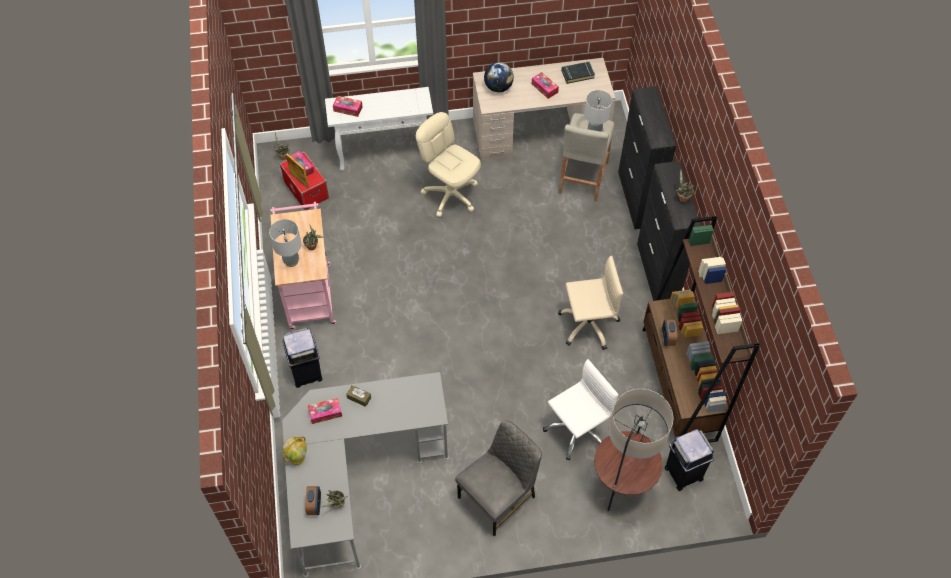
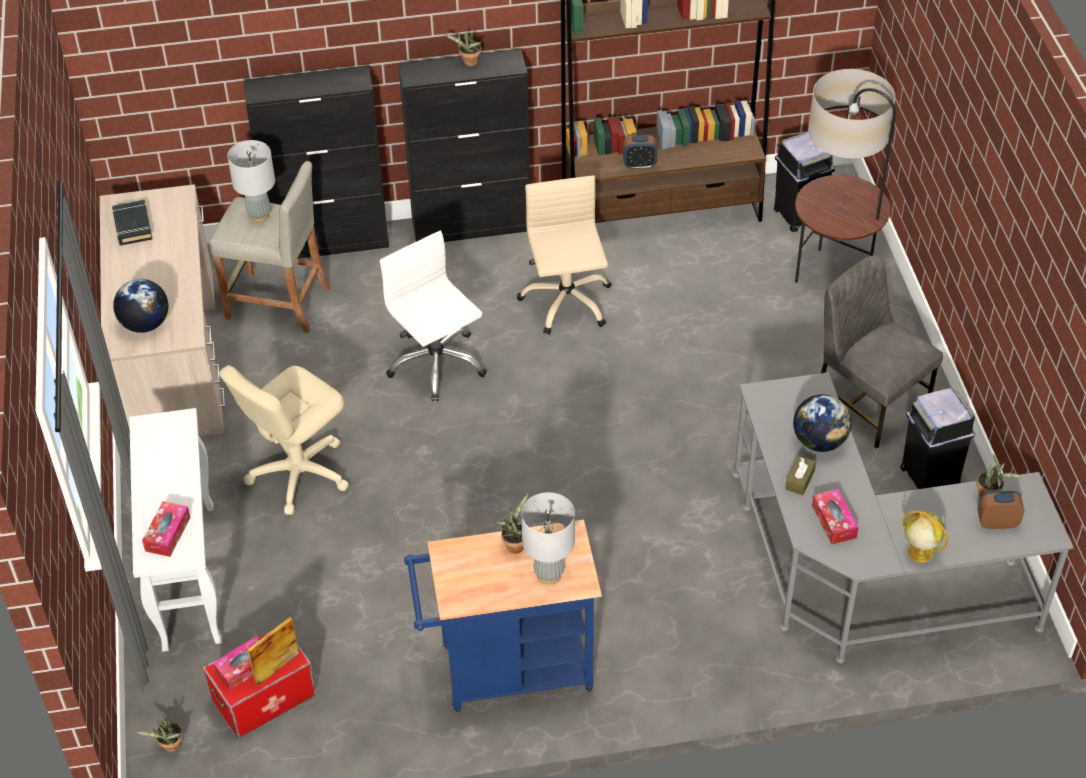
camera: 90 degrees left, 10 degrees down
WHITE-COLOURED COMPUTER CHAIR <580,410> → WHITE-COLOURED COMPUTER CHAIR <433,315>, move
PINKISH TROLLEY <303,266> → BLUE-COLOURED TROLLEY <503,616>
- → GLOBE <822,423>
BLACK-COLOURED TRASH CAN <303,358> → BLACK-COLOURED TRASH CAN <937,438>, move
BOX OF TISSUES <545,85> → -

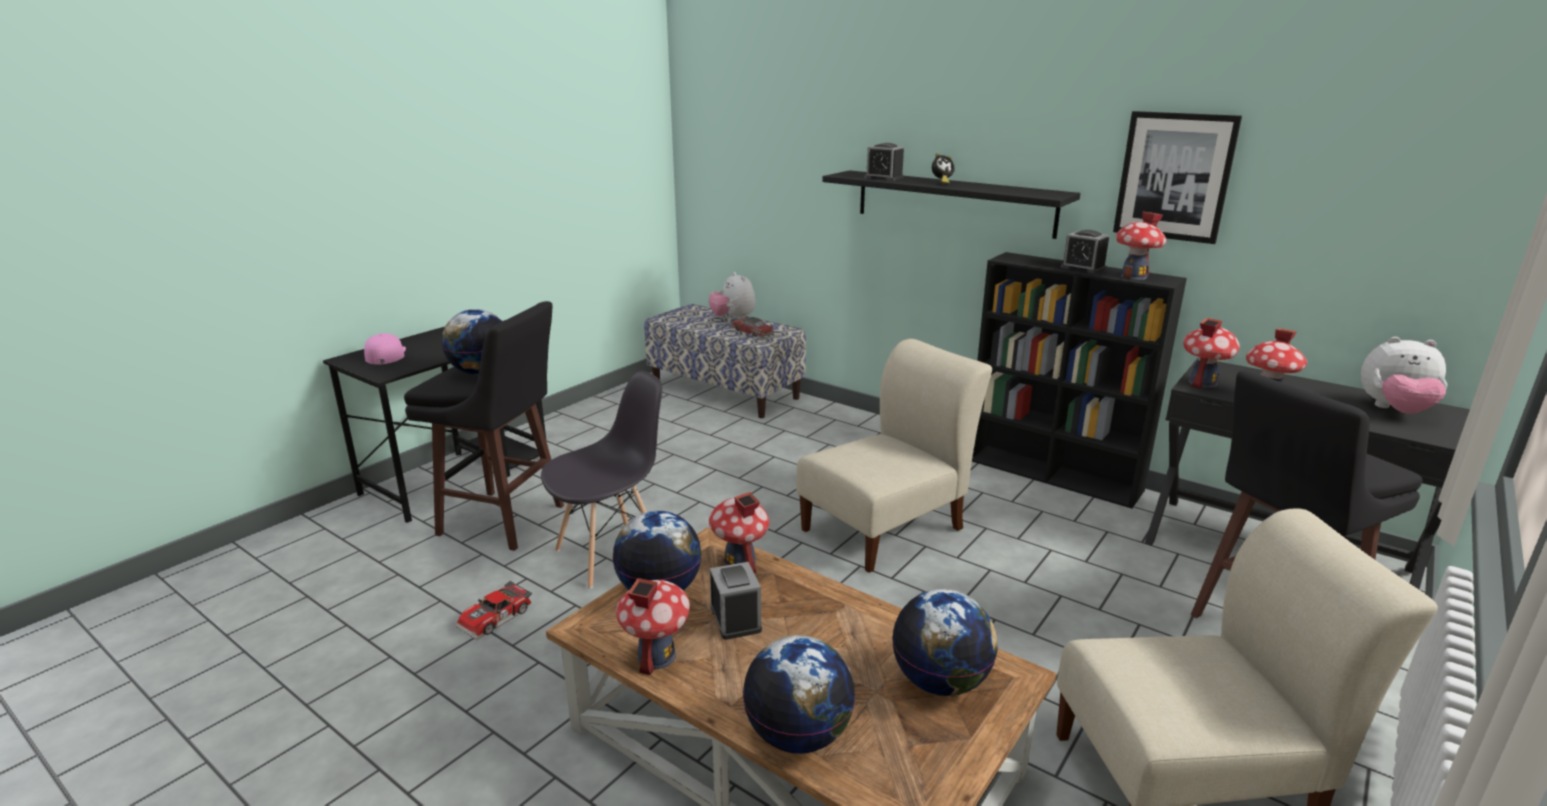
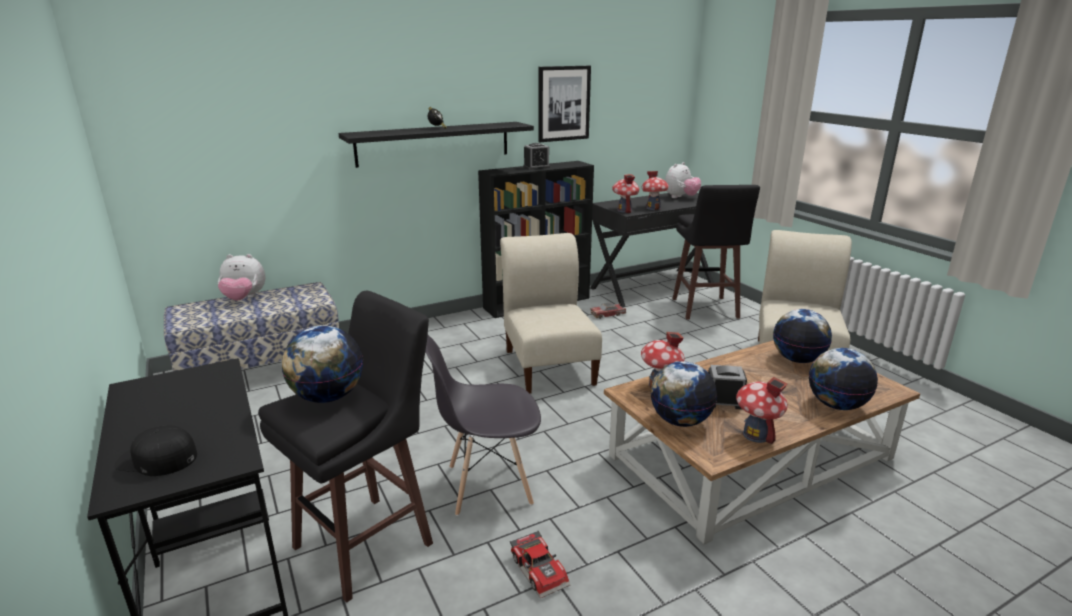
camera: 65 degrees left, 0 degrees up
PINKISH BASEBALL CAP <385,348> → BLACK-COLOURED BASEBALL CAP <155,450>
GRAY PLAIN CHAIR <602,479> → GRAY PLAIN CHAIR <483,426>, 90 degrees counterclockwise
MINIATURE CAR <753,327> → MINIATURE CAR <608,311>, move
TABLE CLOCK <884,162> → -
MINIATURE HOUSE <1141,246> → -

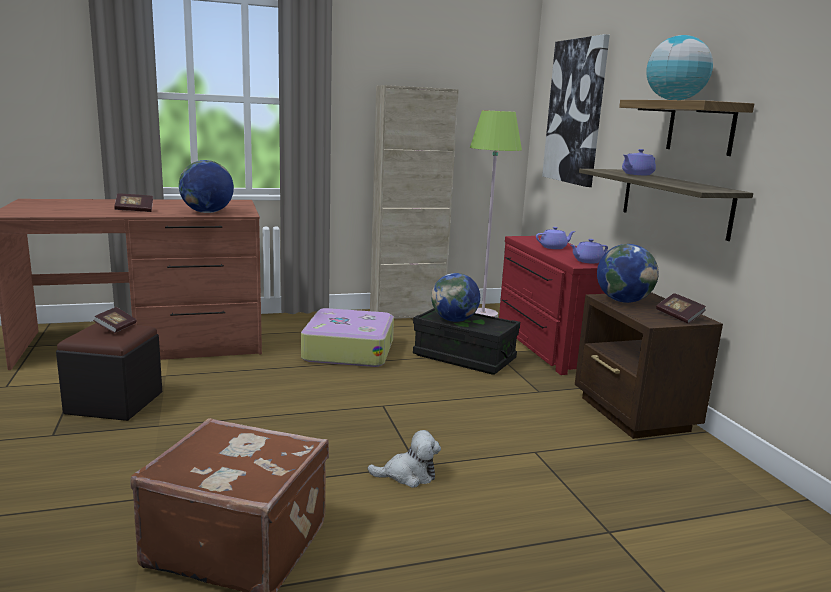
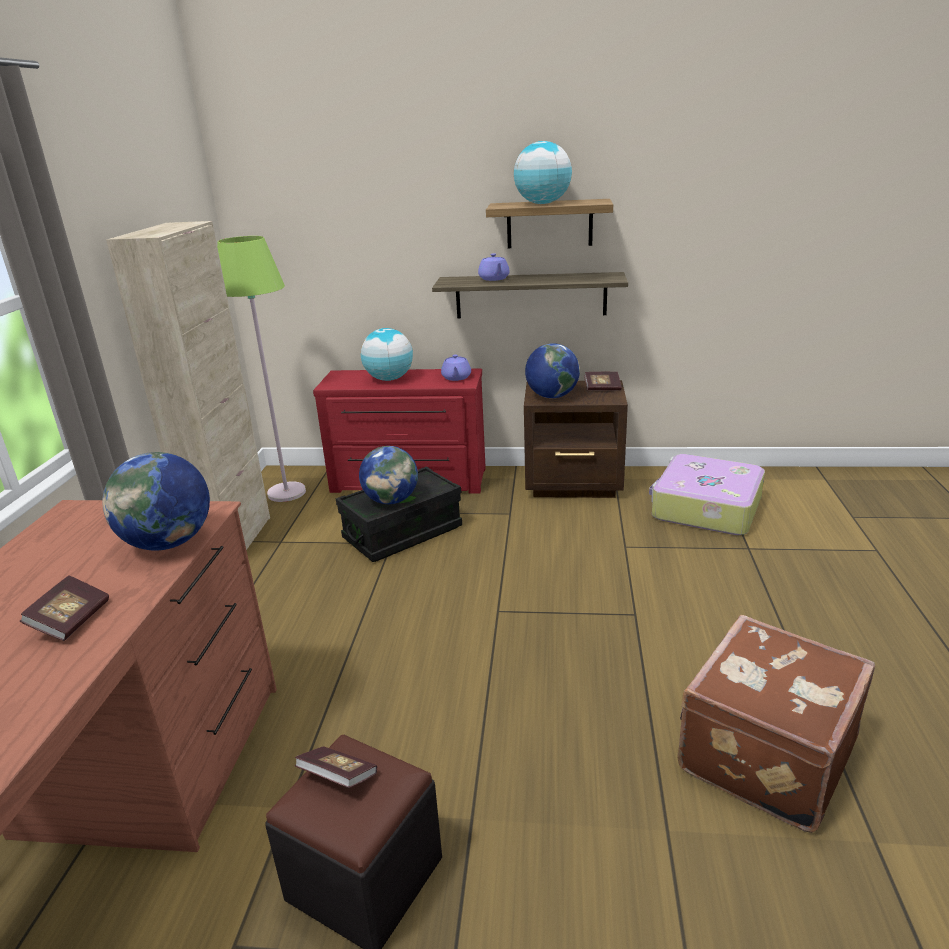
camera: 65 degrees left, 10 degrees up
PURPLE-COLOURED POT FOR TEA <556,238> → GLOBE <387,354>
PIECE OF LUGGAGE <347,337> → PIECE OF LUGGAGE <707,494>, move
SOFT TOY <404,459> → -
PICTURE <576,110> → -

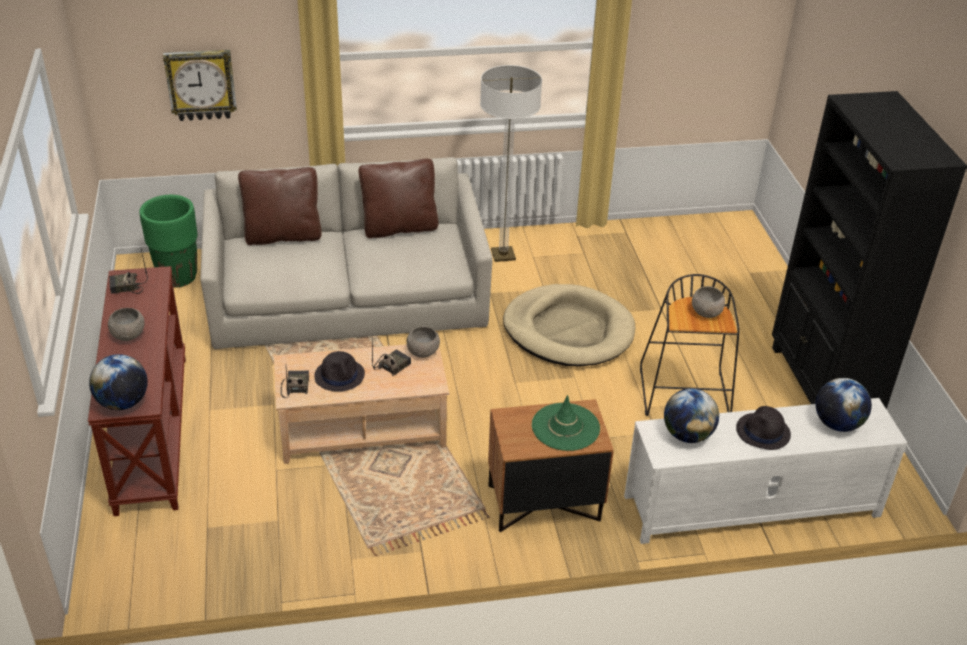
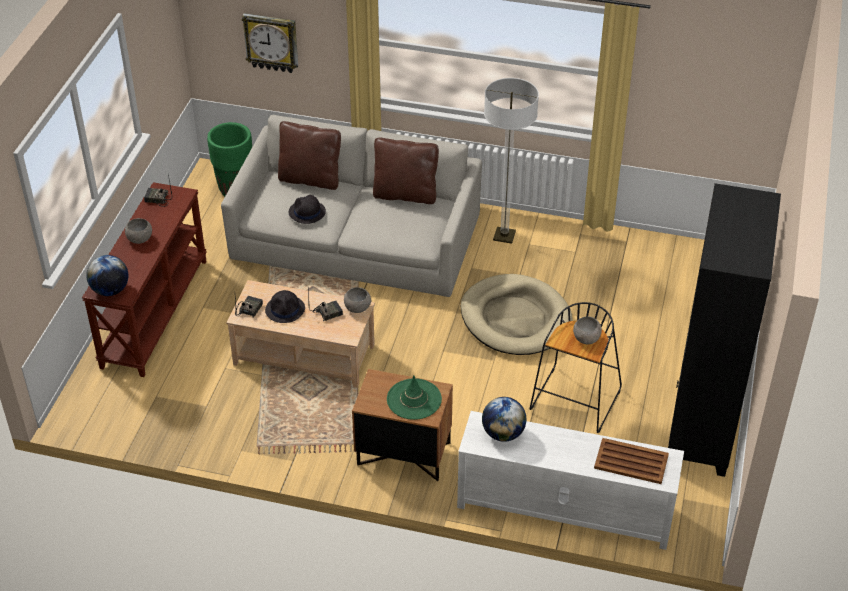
camera: 25 degrees right, 5 degrees up
BLACK-COLOURED WEARABLE HAT <763,428> → BLACK-COLOURED WEARABLE HAT <307,209>, move
GLOBE <844,405> → BROWNISH SERVING TRAY <631,461>

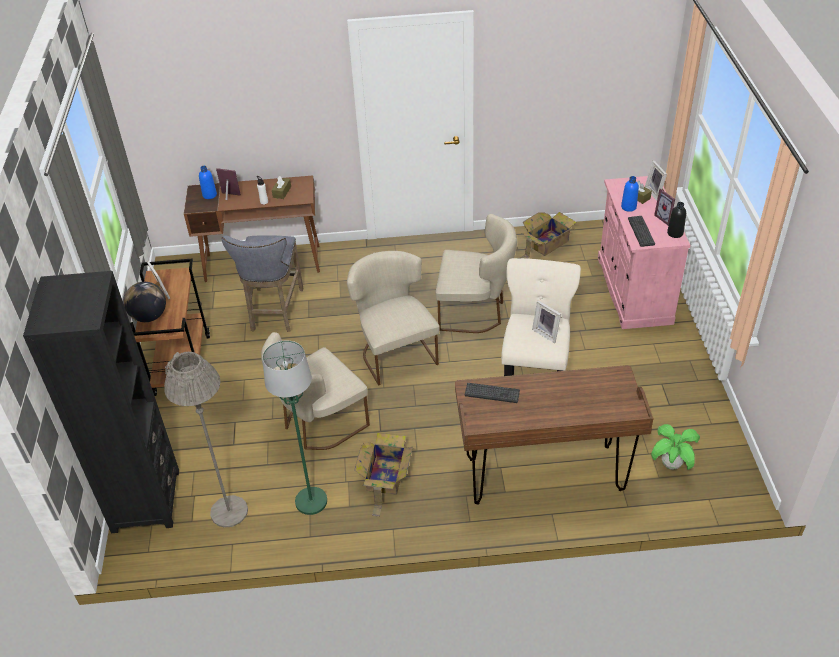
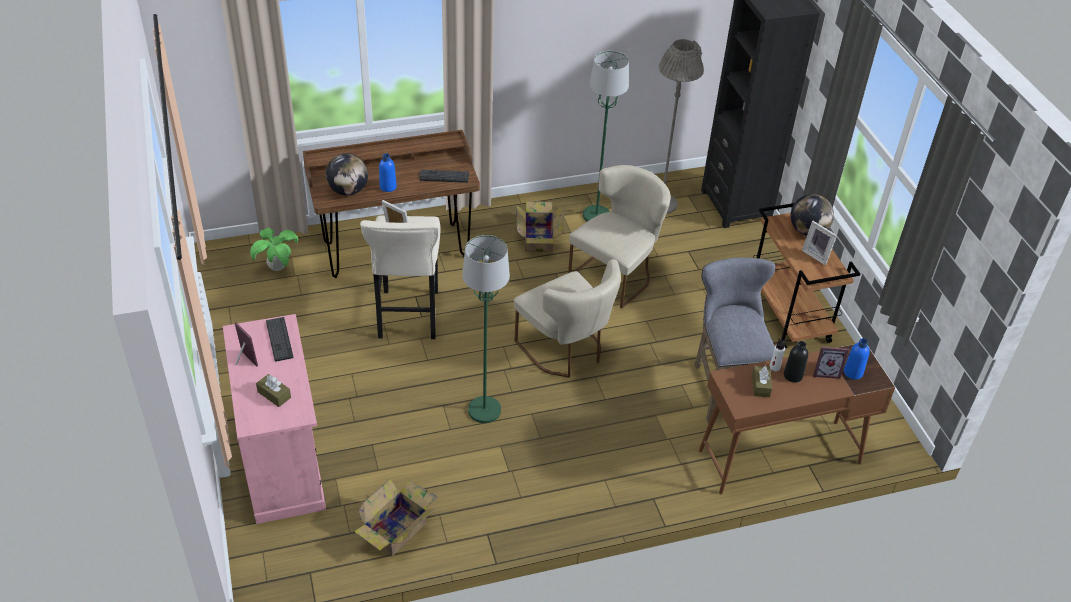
camera: 165 degrees right, 0 degrees up
- → GLOBE <347,174>
BLUE-COLOURED DRINK BOTTLE <630,194> → BLUE-COLOURED DRINK BOTTLE <388,173>, move
BEIGE-COLOURED PLAIN CHAIR <476,273> → GREEN STANDING LAMP <486,329>
BLACK-COLOURED DRINK BOTTLE <676,220> → BLACK-COLOURED DRINK BOTTLE <796,362>, move
PHOTO FRAME <656,180> → -

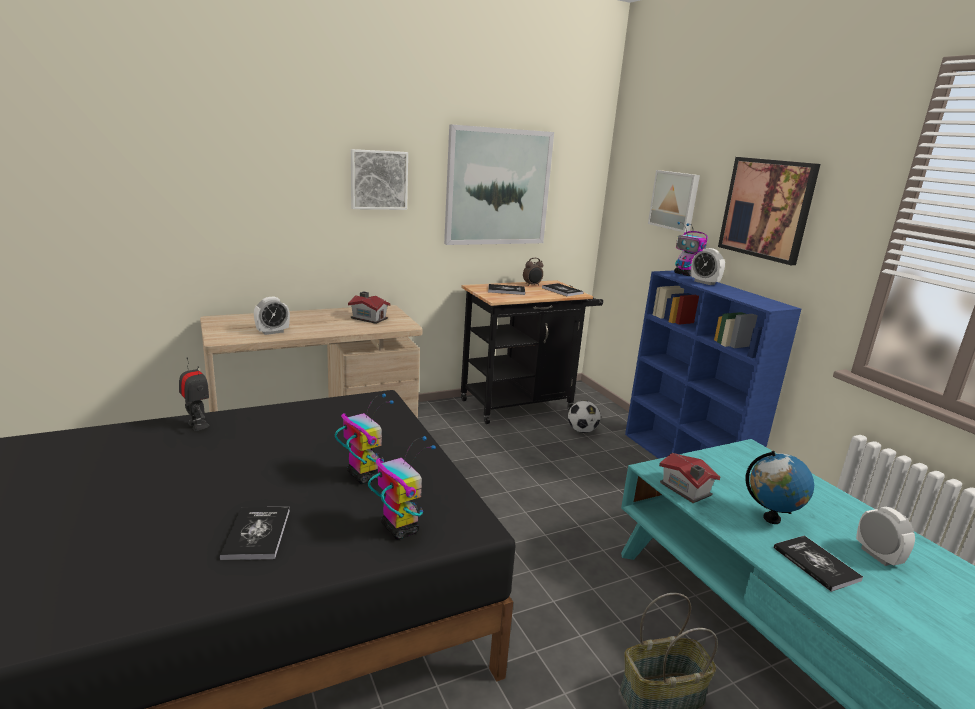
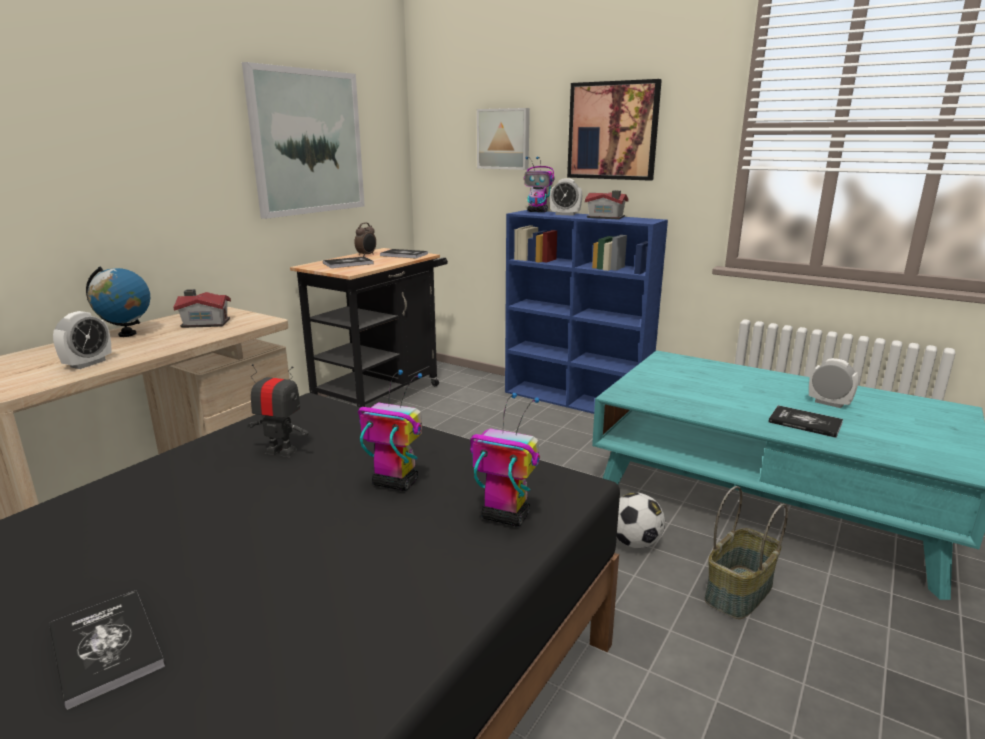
camera: 30 degrees left, 0 degrees up
VOLUME <255,533> → VOLUME <107,650>, move
GLOBE <779,487> → GLOBE <118,301>, move
MODEL ROBOT <194,394> → MODEL ROBOT <278,410>, move
MINIATURE HOUSE <689,478> → MINIATURE HOUSE <606,205>, move
FOOTBALL <584,416> → FOOTBALL <641,520>, move
PICTURE <379,179> → -

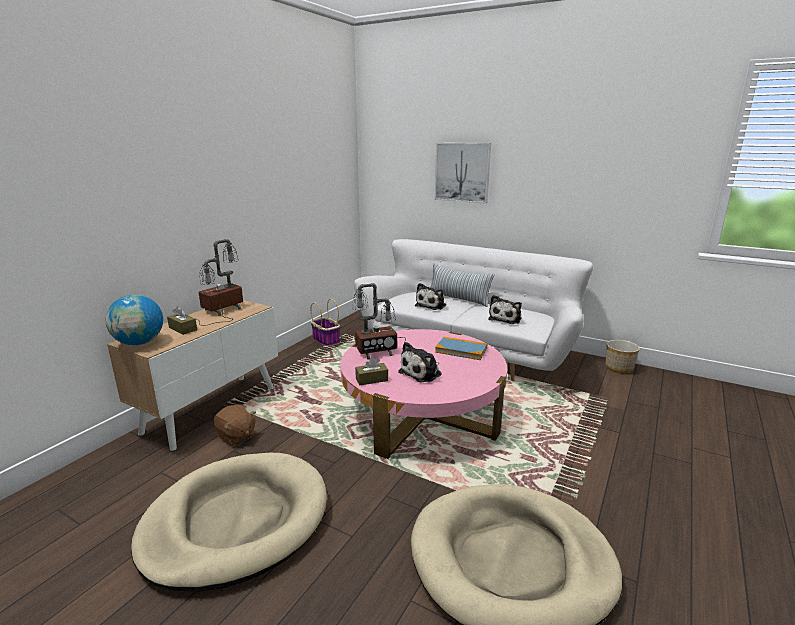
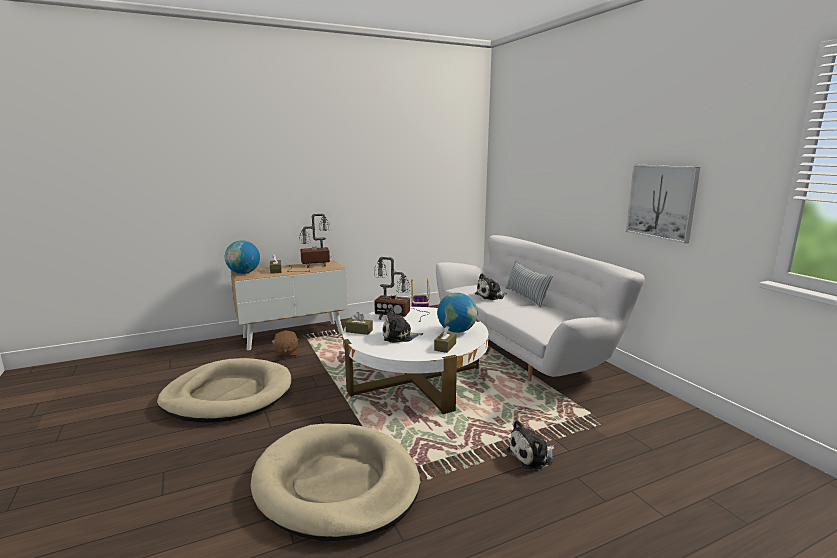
camera: 35 degrees right, 5 degrees down
PINKISH LOW TABLE <423,394> → WHITE-COLOURED LOW TABLE <415,360>
- → BROWNISH BOX OF TISSUES <445,339>
VOLUME <461,348> → GLOBE <457,313>
SOFT TOY <505,309> → SOFT TOY <531,445>, move
PICTURE <463,173> → PICTURE <663,204>, move
PLANT POT <622,356> → -

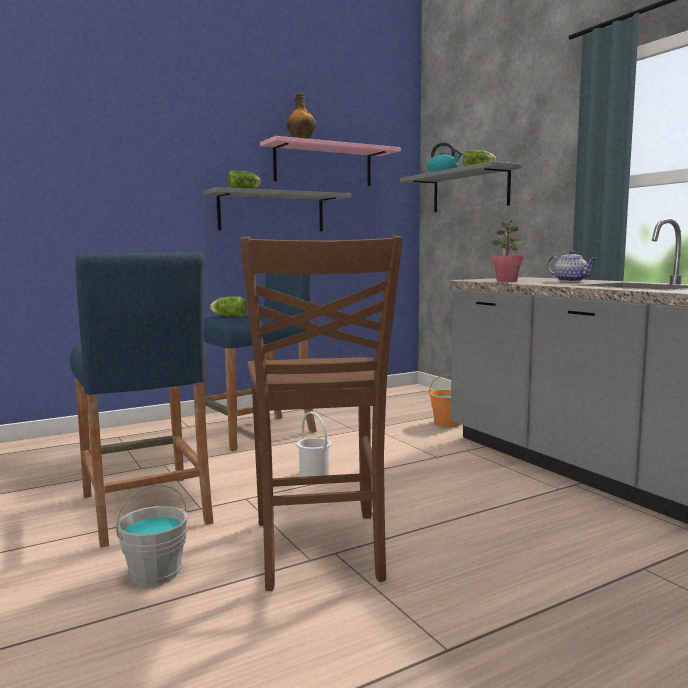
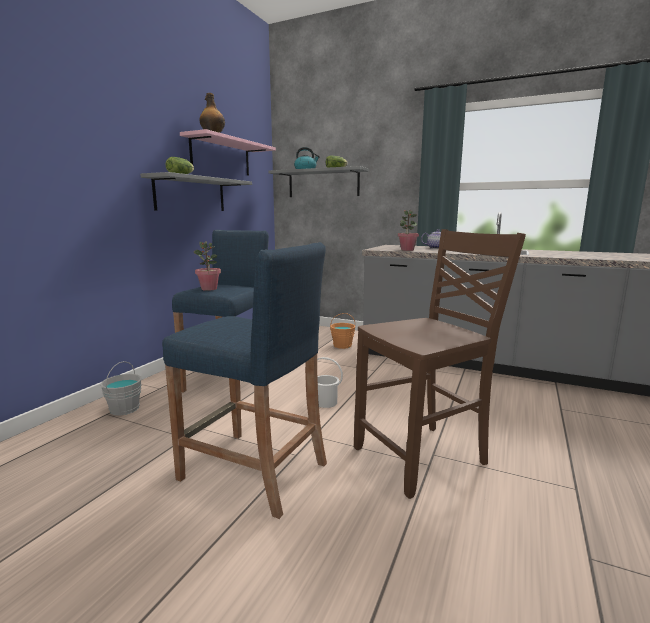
camera: 35 degrees left, 5 degrees up
GRAY BUCKET <152,535> → GRAY BUCKET <121,388>, move
LETTUCE HEAD <228,306> → POTTED PLANT <207,266>
BROWNISH PLAIN CHAIR <321,413> → BROWNISH PLAIN CHAIR <440,364>, 75 degrees counterclockwise

